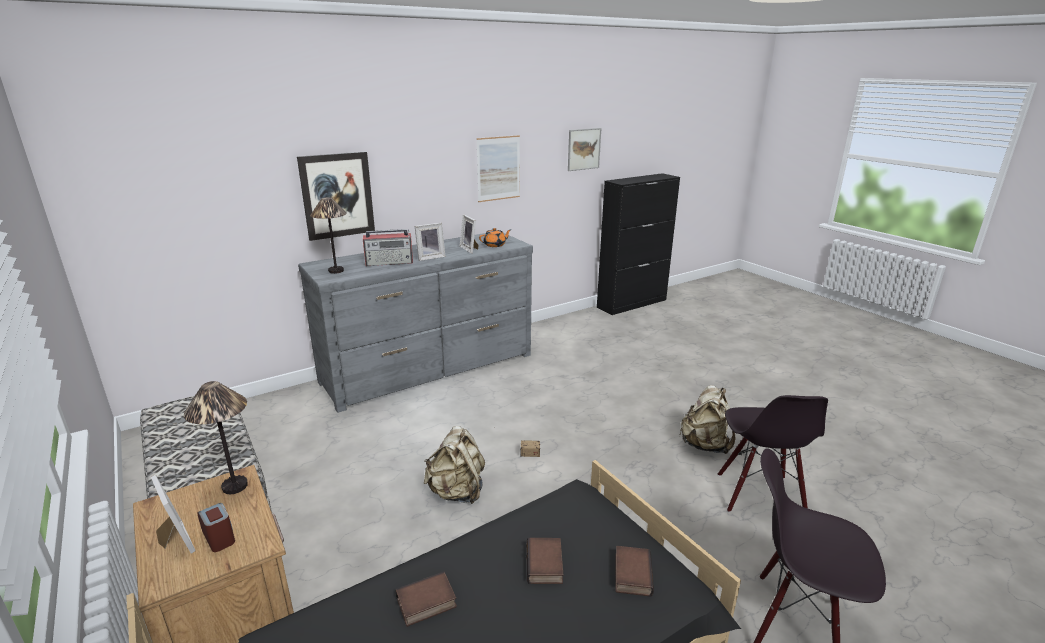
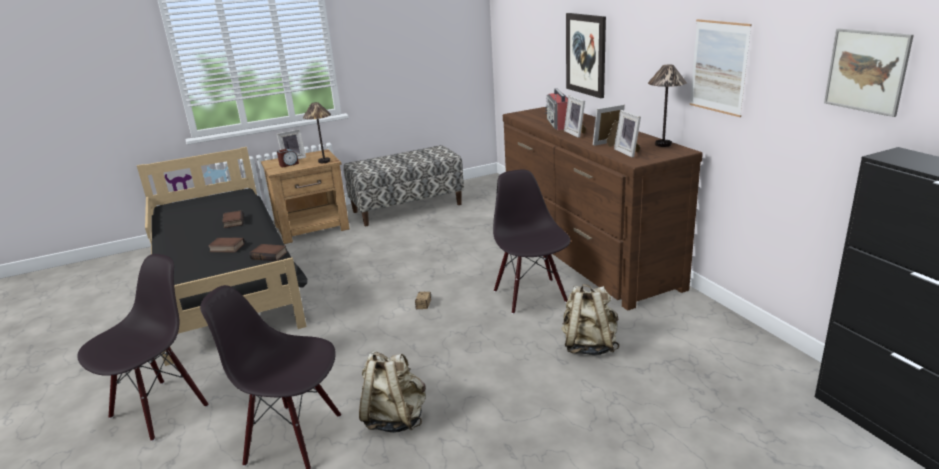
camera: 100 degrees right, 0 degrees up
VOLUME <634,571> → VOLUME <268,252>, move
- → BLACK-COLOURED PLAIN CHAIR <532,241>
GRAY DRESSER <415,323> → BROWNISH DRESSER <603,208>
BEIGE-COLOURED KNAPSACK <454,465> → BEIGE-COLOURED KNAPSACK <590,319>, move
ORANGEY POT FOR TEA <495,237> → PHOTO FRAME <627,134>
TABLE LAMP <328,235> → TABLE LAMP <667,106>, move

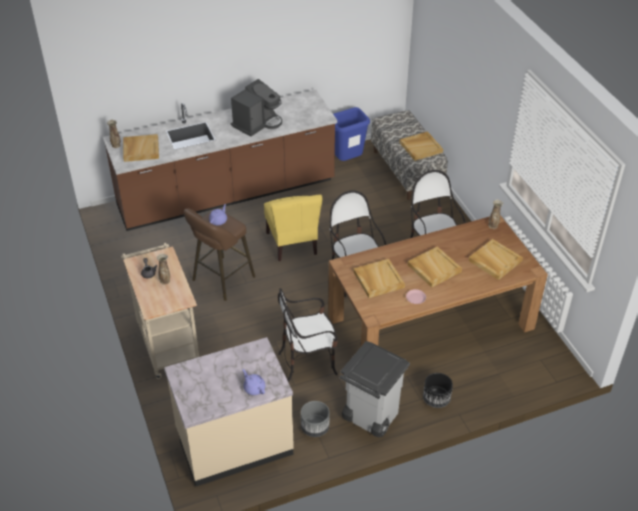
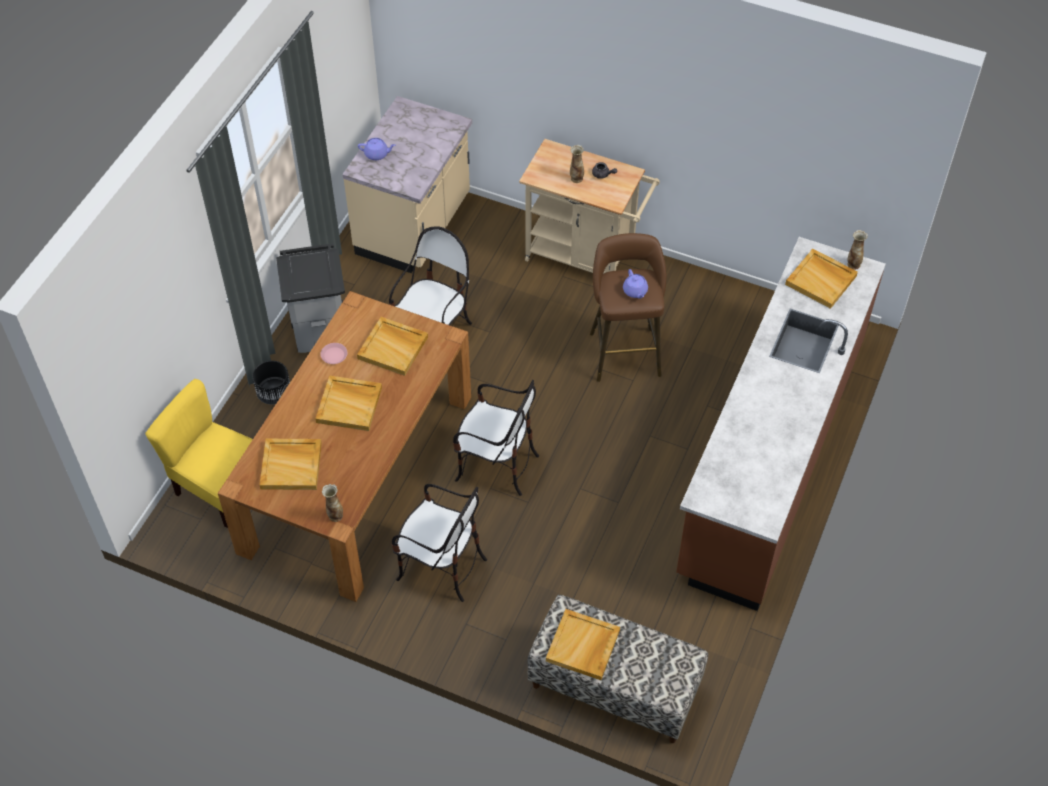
camera: 135 degrees right, 10 degrees up
YELLOW-COLOURED PLAIN CHAIR <293,228> → YELLOW-COLOURED PLAIN CHAIR <199,453>, move
COFFEE MACHINE <256,108> → -
GRAY PLANT POT <315,419> → -
BLUE-COLOURED TRASH CAN <351,134> → -

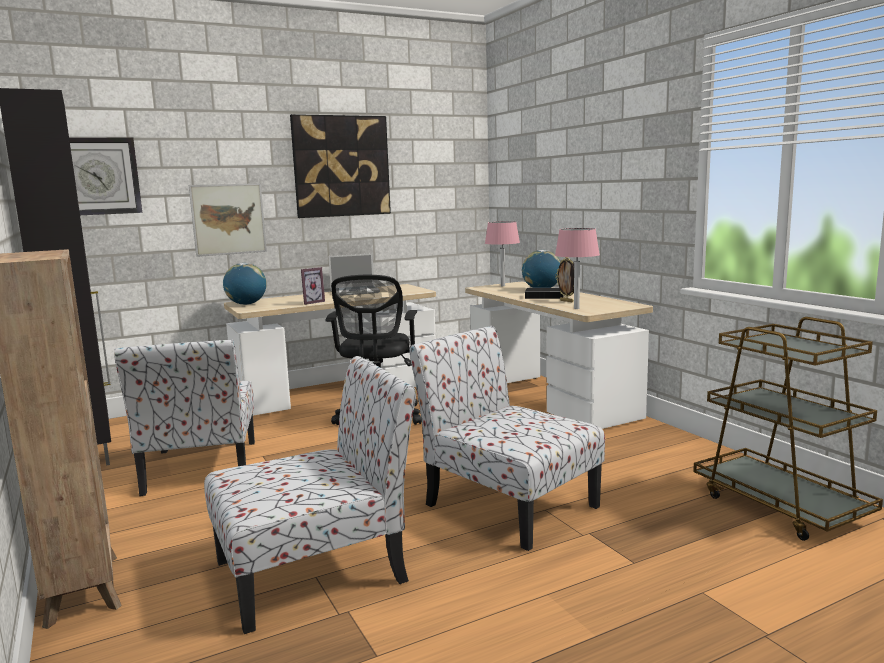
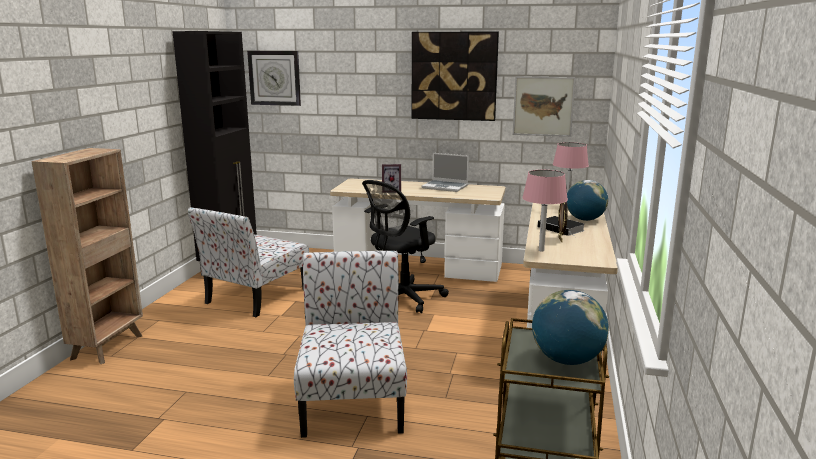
camera: 40 degrees right, 5 degrees up
PICTURE <228,220> → PICTURE <544,106>, move
GLOBE <244,284> → GLOBE <570,327>, move
PLAIN CHAIR <310,495> → -

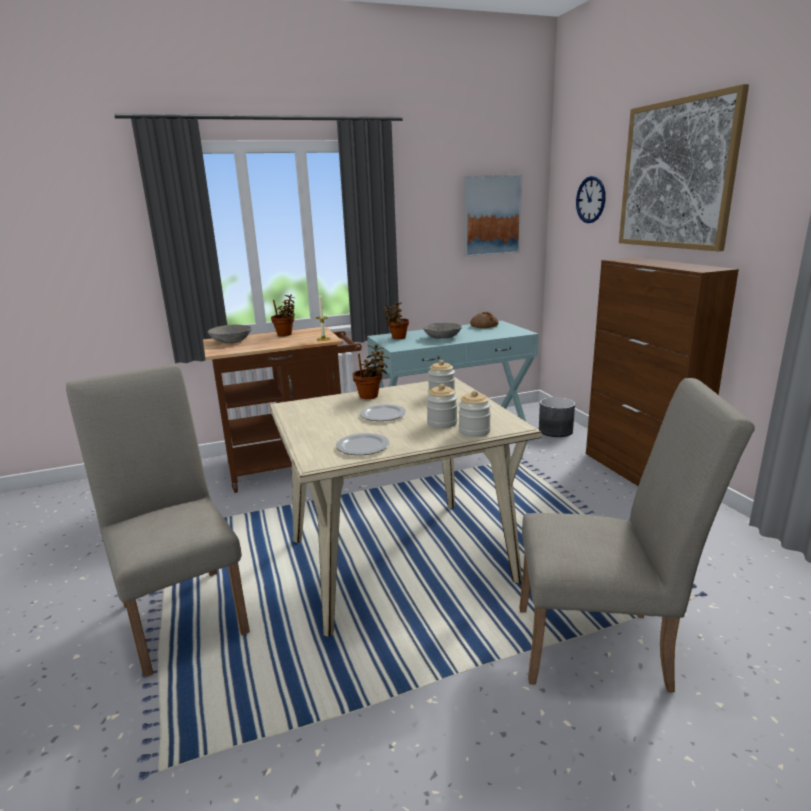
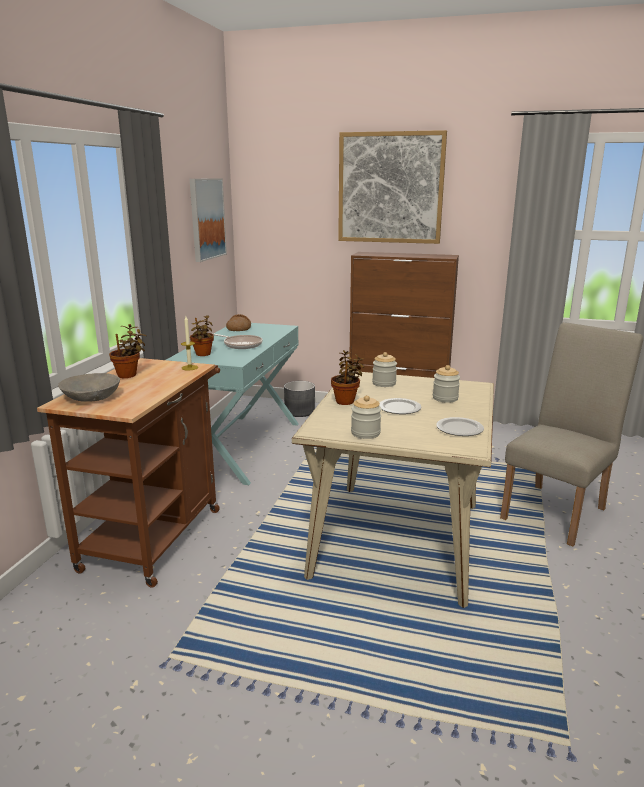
camera: 55 degrees left, 0 degrees up
GRAY DEEP DISH <442,331> → FRYING PAN <238,341>
JAR <475,413> → JAR <366,417>, move
BEIGE-COLOURED PLAIN CHAIR <158,520> → -
HANGING CLOCK <591,199> → -

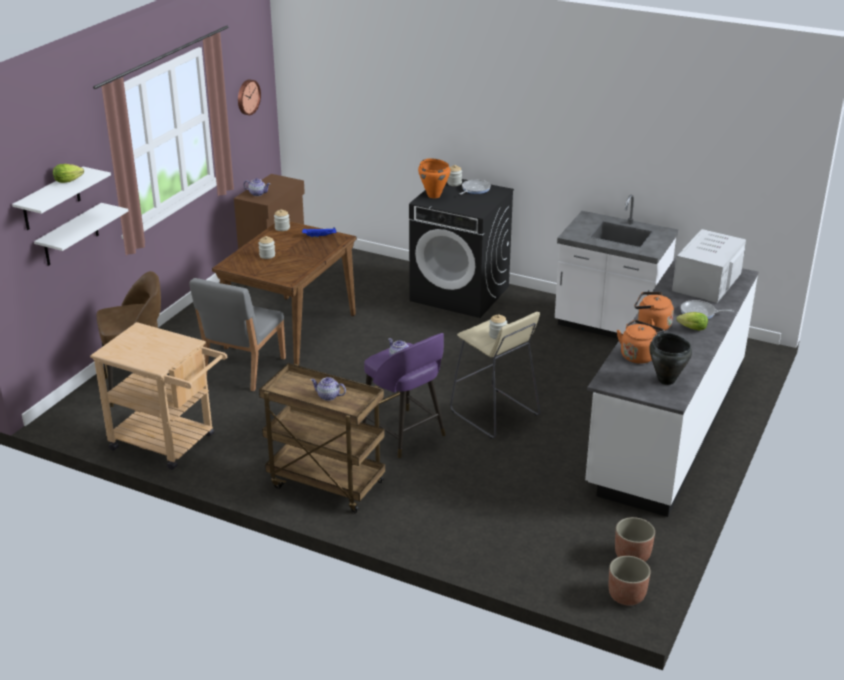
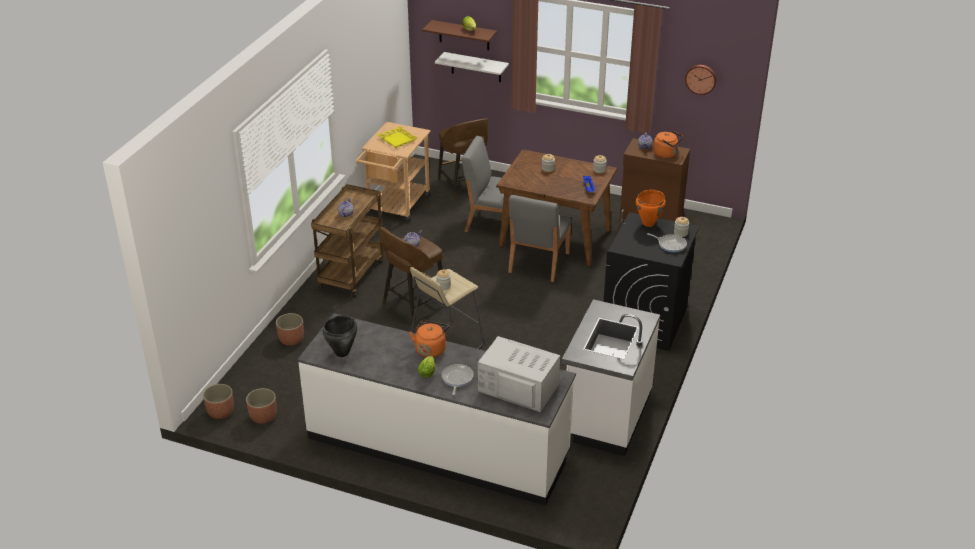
camera: 85 degrees right, 5 degrees up
- → PLANT POT <290,329>
- → YELLOW-COLOURED SERVING TRAY <397,137>
PURPLE-COLOURED SITTING STOOL <404,395> → BROWNISH SITTING STOOL <411,274>
WHITE-COLOURED BRACKET SHELF <61,198> → BROWNISH BRACKET SHELF <459,35>
- → GRAY PLAIN CHAIR <540,238>
ORANGEY KETTLE <641,342> → ORANGEY KETTLE <668,144>, move

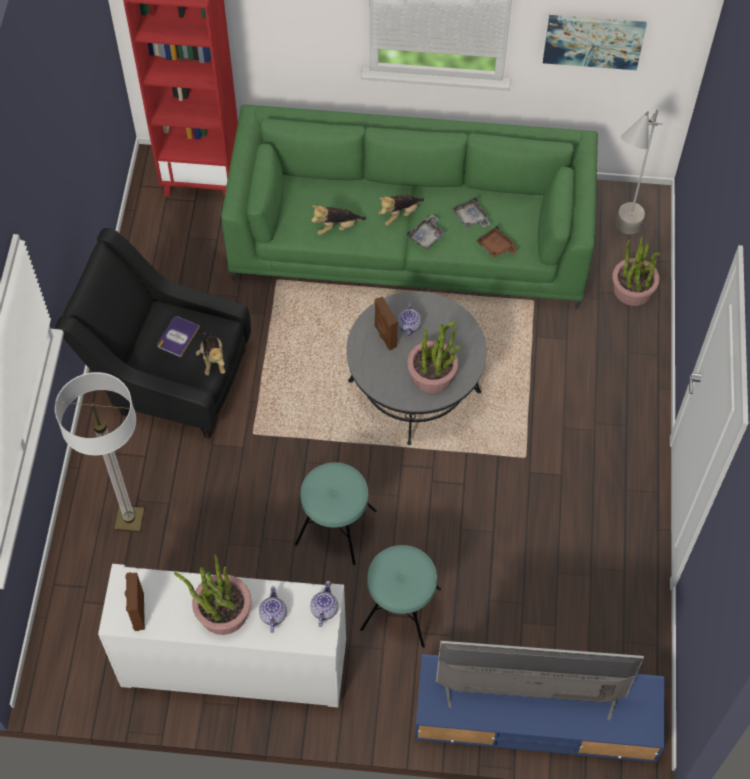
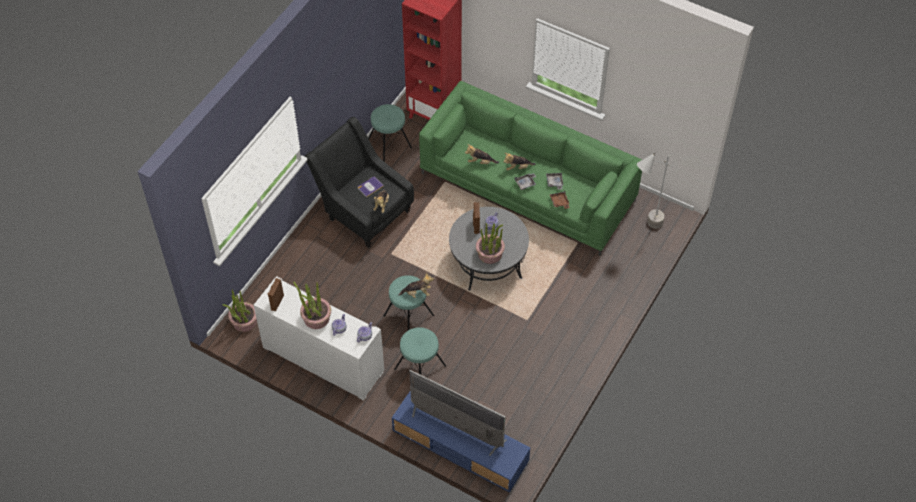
camera: 25 degrees right, 5 degrees down
POTTED PLANT <636,271> → POTTED PLANT <239,310>, move
- → TURQUOISE-COLOURED SITTING STOOL <390,133>
- → SOFT TOY <416,285>
STANDING LAMP <100,452> → -
PICTURE <594,42> → -

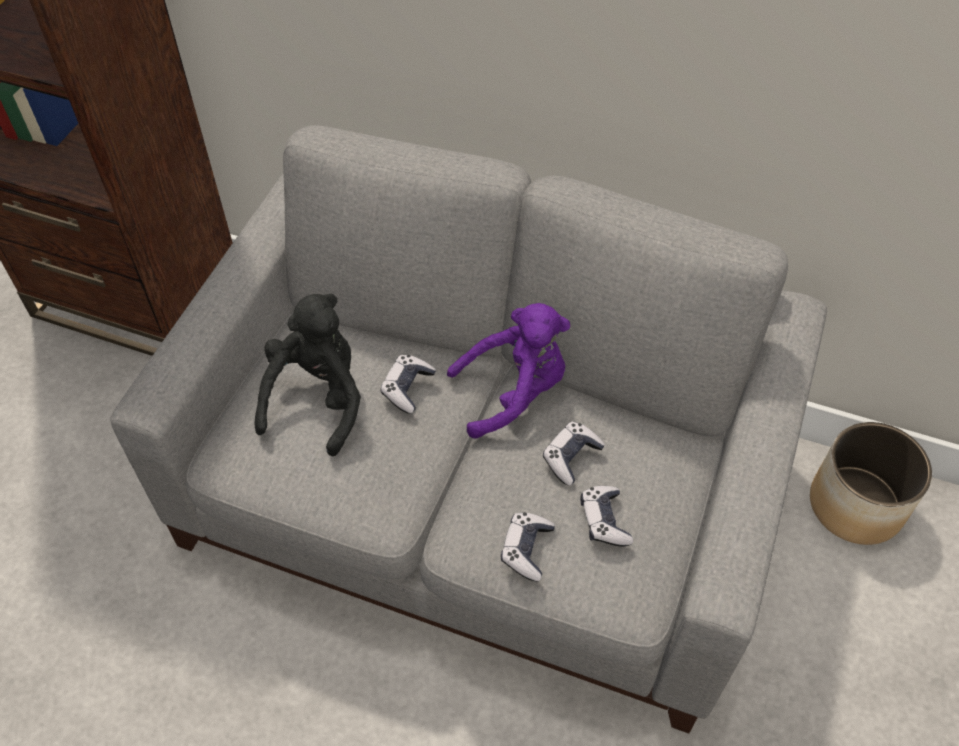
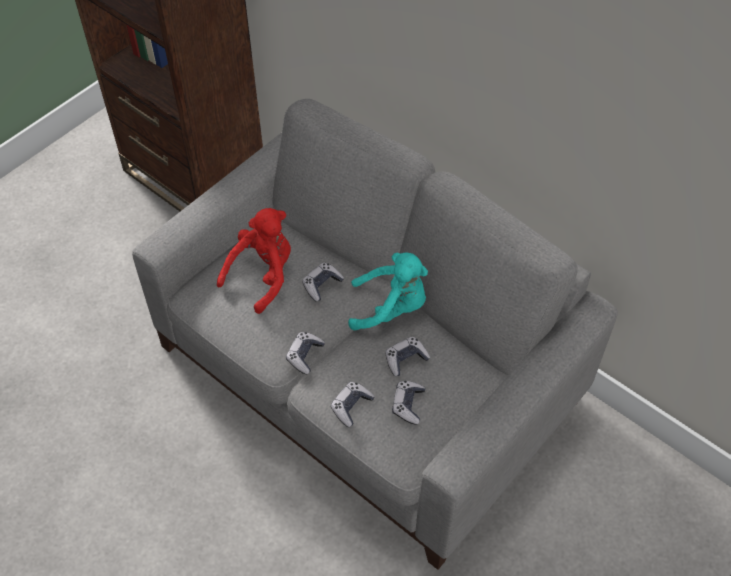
camera: 20 degrees right, 0 degrees up
BLACK-COLOURED SOFT TOY <307,375> → REDDISH SOFT TOY <254,261>
- → GAMEPAD <305,353>
PURPLE-COLOURED SOFT TOY <508,370> → TURQUOISE-COLOURED SOFT TOY <388,291>
PLANT POT <871,483> → -

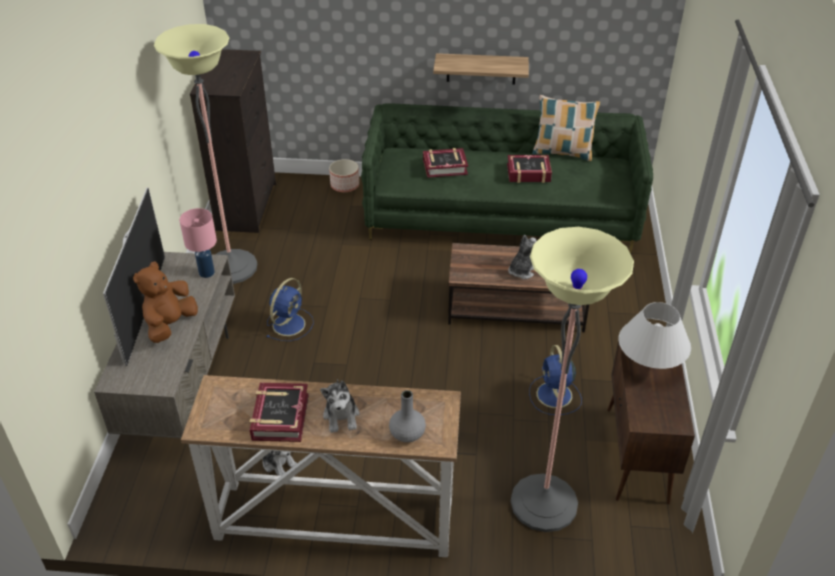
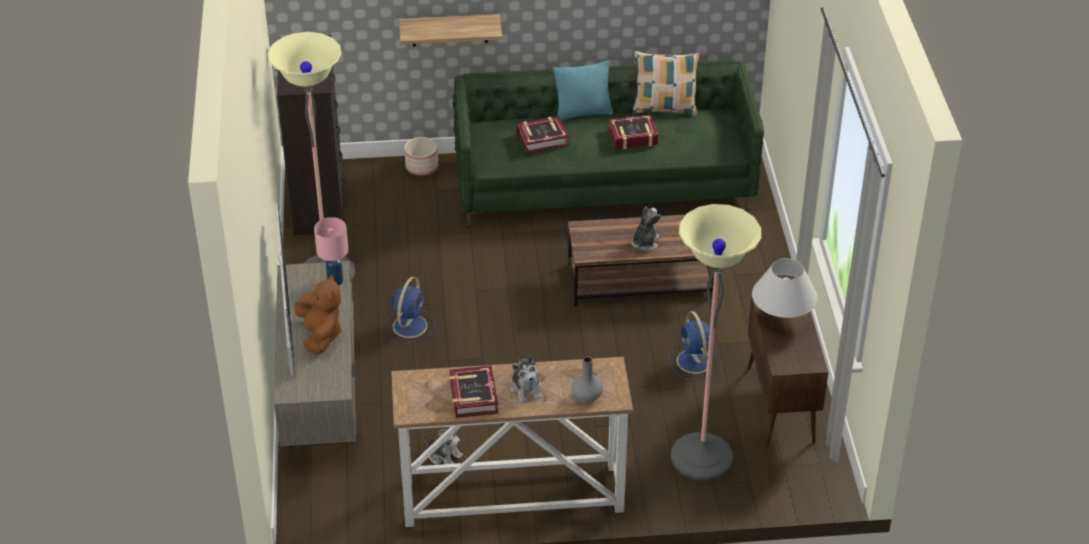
camera: 10 degrees left, 0 degrees up
BROWNISH SOFT TOY <165,302> → BROWNISH SOFT TOY <317,315>, 150 degrees clockwise
BRACKET SHELF <481,68> → BRACKET SHELF <450,30>, move
- → TURQUOISE-COLOURED CUSHION <583,90>

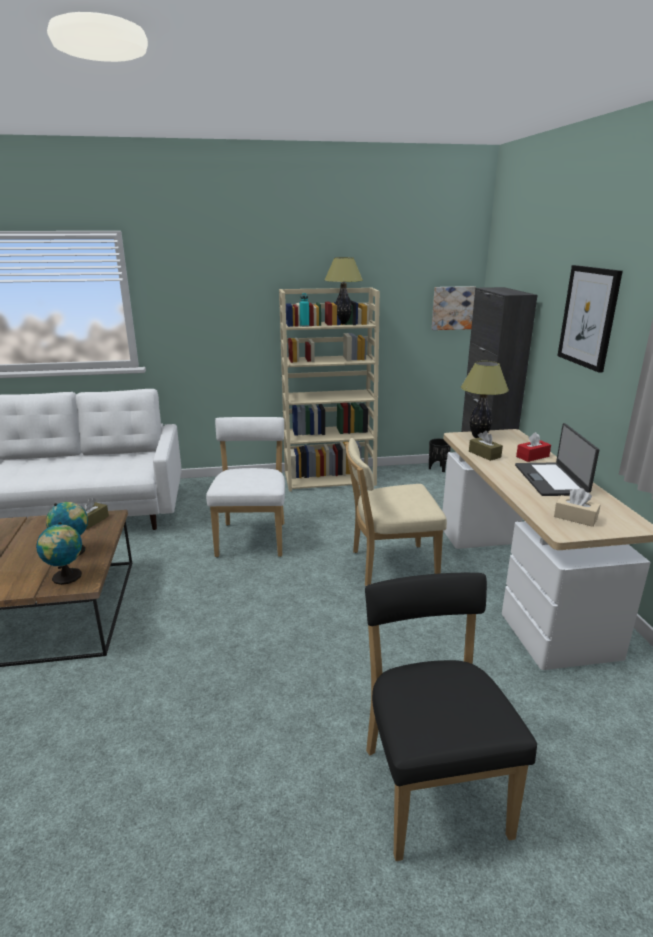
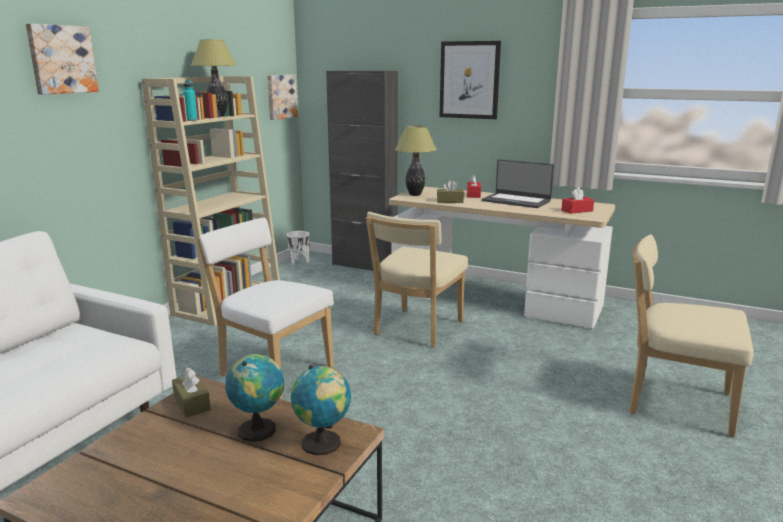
camera: 55 degrees left, 5 degrees down
- → PICTURE <62,58>
BLACK-COLOURED PLANT POT <440,455> → WHITE-COLOURED PLANT POT <298,248>
BEIGE-COLOURED BOX OF TISSUES <577,507> → REDDISH BOX OF TISSUES <577,200>
BLACK-COLOURED PLAIN CHAIR <451,717> → BEIGE-COLOURED PLAIN CHAIR <691,335>

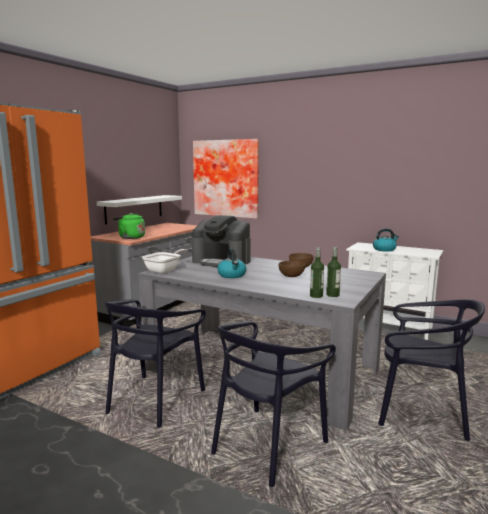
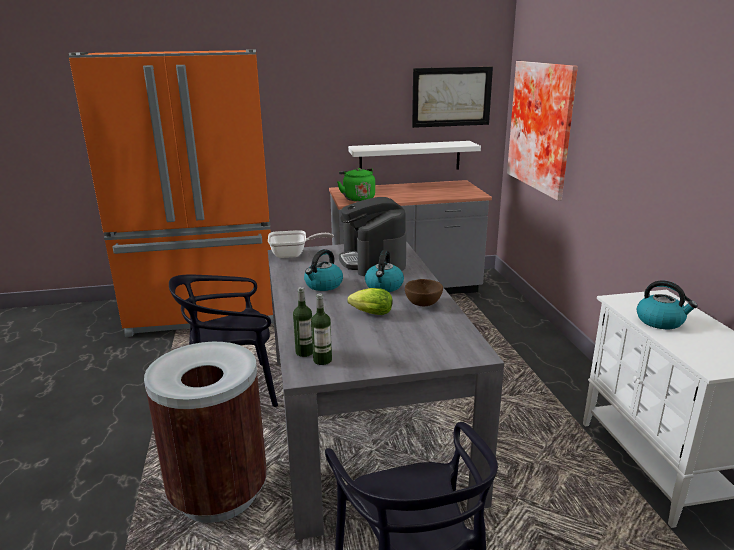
camera: 50 degrees right, 10 degrees up
BLACK-COLOURED PLAIN CHAIR <273,404> → BROWNISH TRASH CAN <205,432>
BROWNISH DEEP DISH <292,269> → LETTUCE HEAD <370,301>
- → KETTLE <384,271>
- → PICTURE <452,97>

